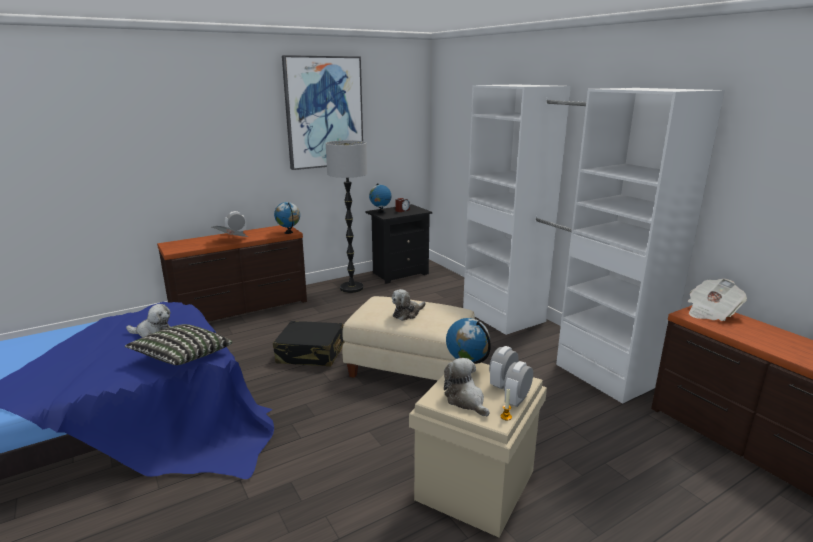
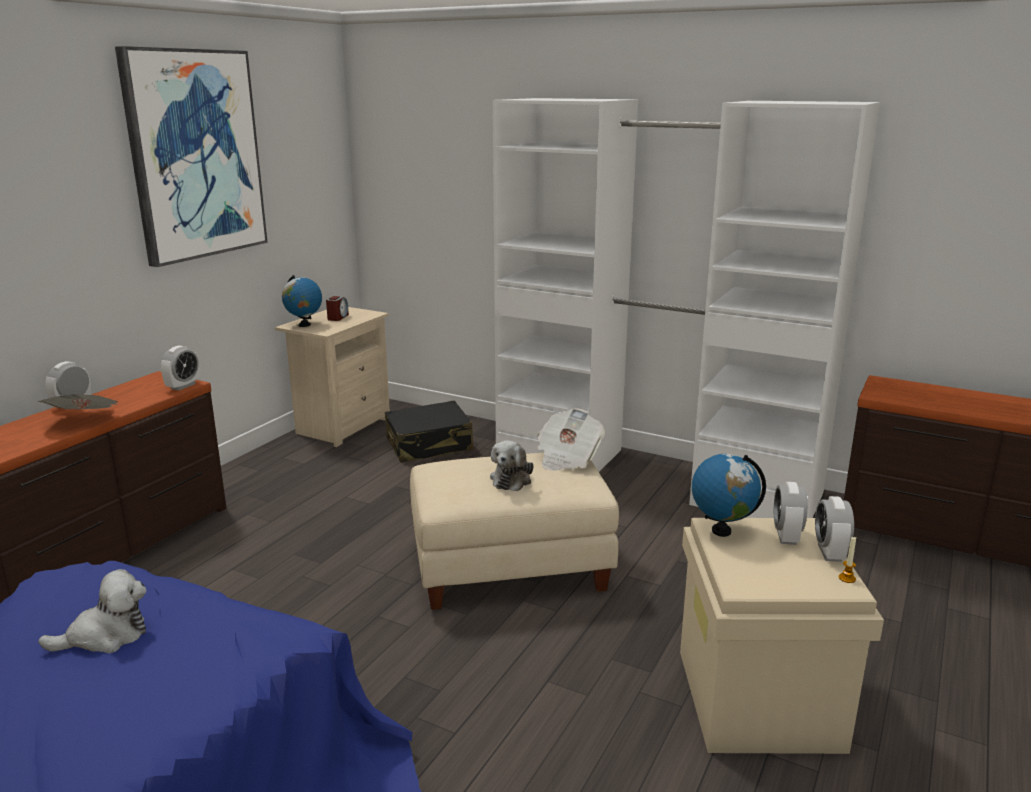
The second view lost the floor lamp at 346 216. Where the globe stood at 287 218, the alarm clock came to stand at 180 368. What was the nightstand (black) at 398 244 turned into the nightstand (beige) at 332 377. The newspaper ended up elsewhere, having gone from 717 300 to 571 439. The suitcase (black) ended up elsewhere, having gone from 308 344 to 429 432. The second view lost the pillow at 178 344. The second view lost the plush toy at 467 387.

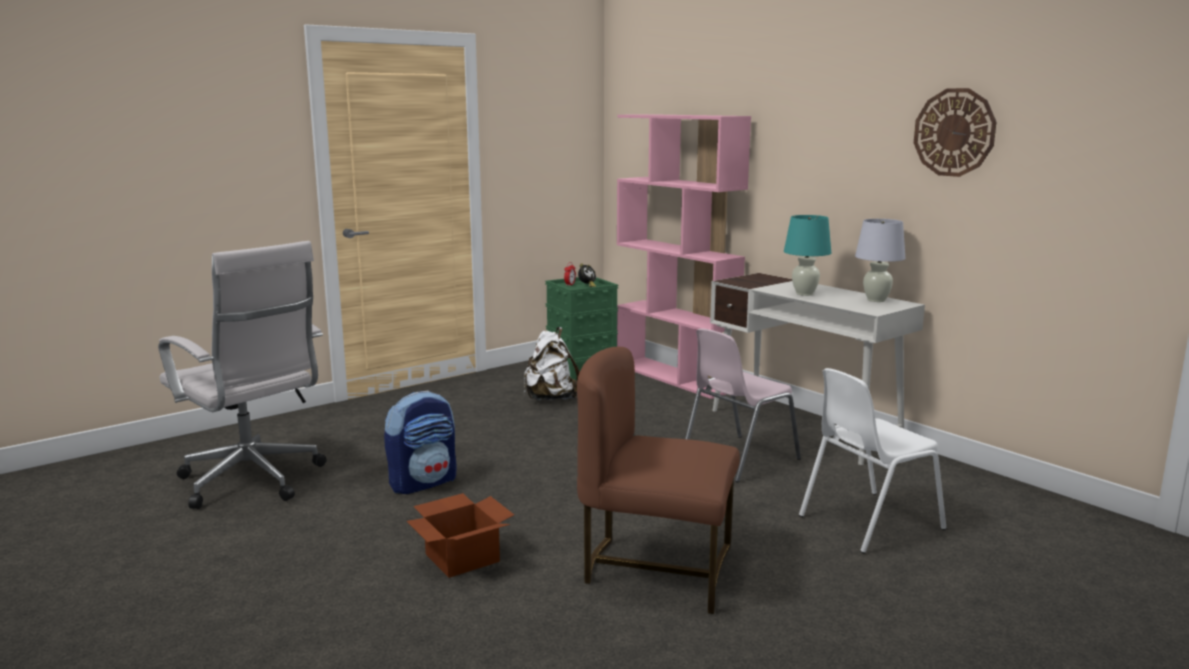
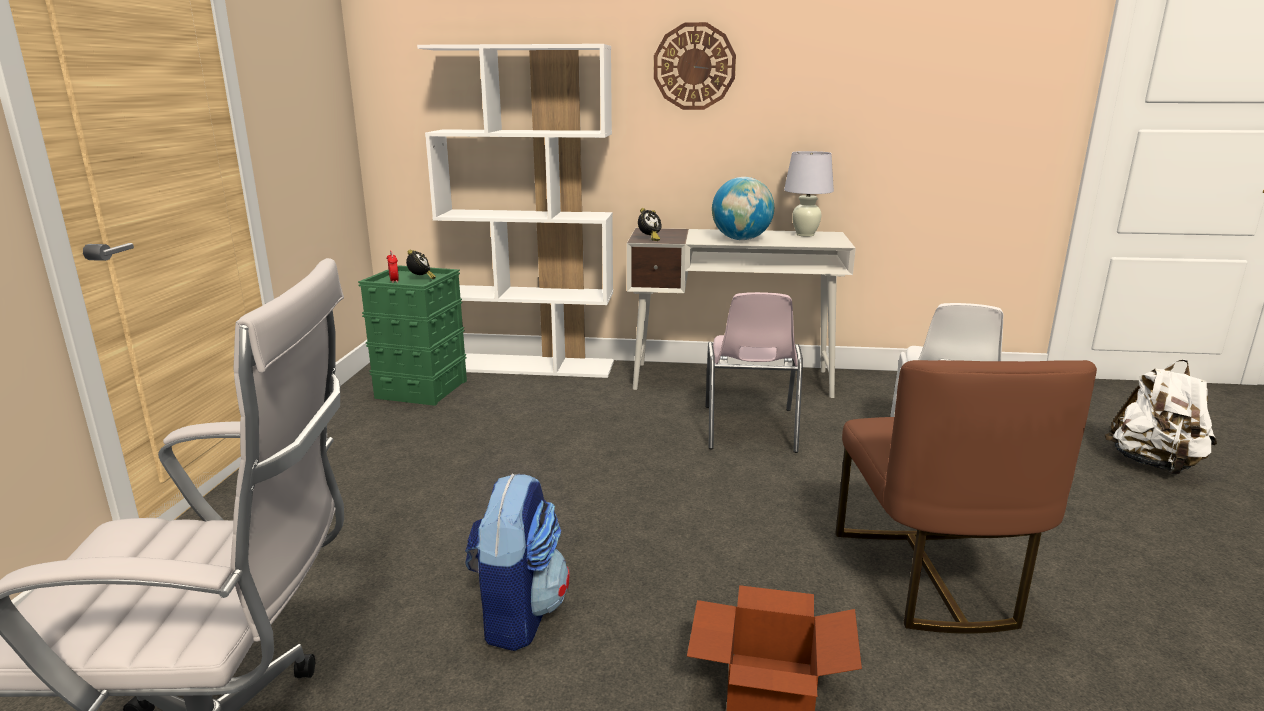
The wall clock ended up elsewhere, having gone from 955 132 to 695 66. What was the bookcase (pink) at 684 256 turned into the bookcase (white) at 515 211. Where the table lamp (turquoise) stood at 807 255, the globe came to stand at 743 208. The backpack (white) ended up elsewhere, having gone from 552 363 to 1161 416. The chair (brown) at 658 480 ended up facing another way, 60 degrees counterclockwise from before. The second view gained the alarm clock at 650 224.

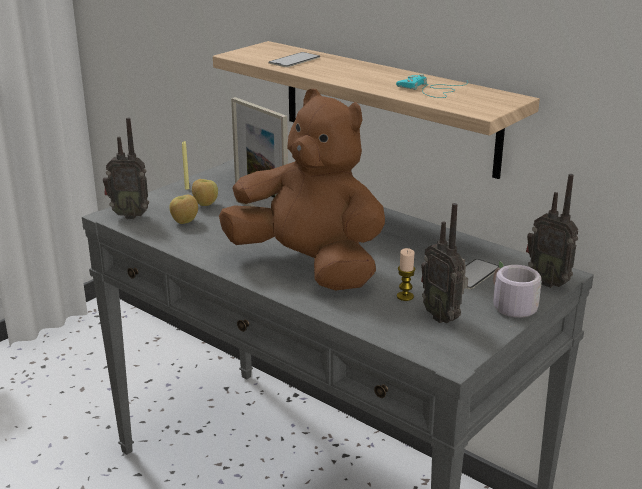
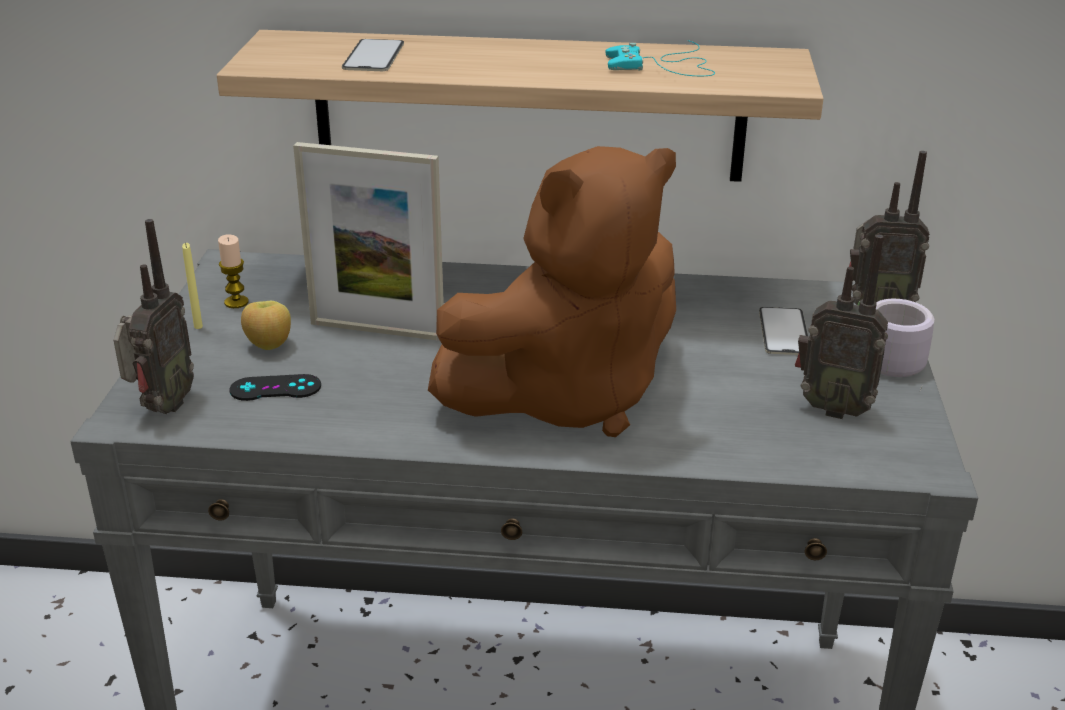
The plush toy (brown) at 302 190 ended up facing another way, 150 degrees clockwise from before. The radio at 126 168 ended up facing another way, 45 degrees counterclockwise from before. Where the apple stood at 184 209, the game controller (black) came to stand at 275 387. The candle ended up elsewhere, having gone from 406 274 to 233 271.

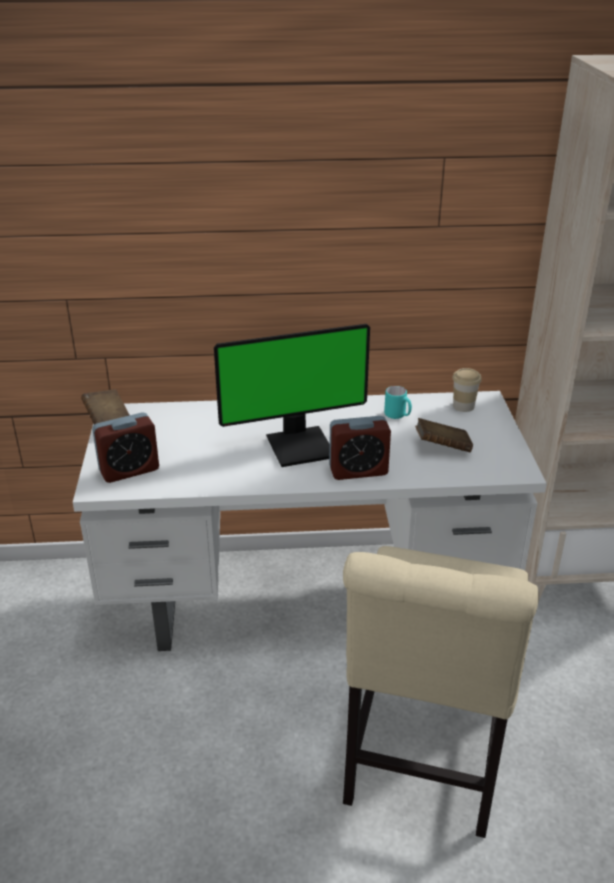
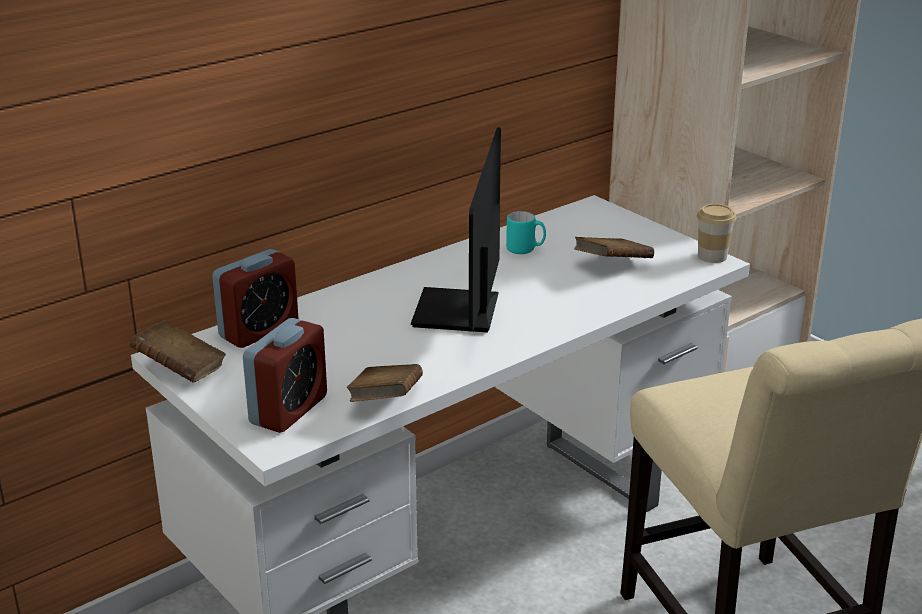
The monitor at 292 395 ended up facing another way, 150 degrees clockwise from before. The cup ended up elsewhere, having gone from 467 390 to 716 233. The alarm clock ended up elsewhere, having gone from 360 448 to 255 298. The second view gained the book (brown) at 385 383.

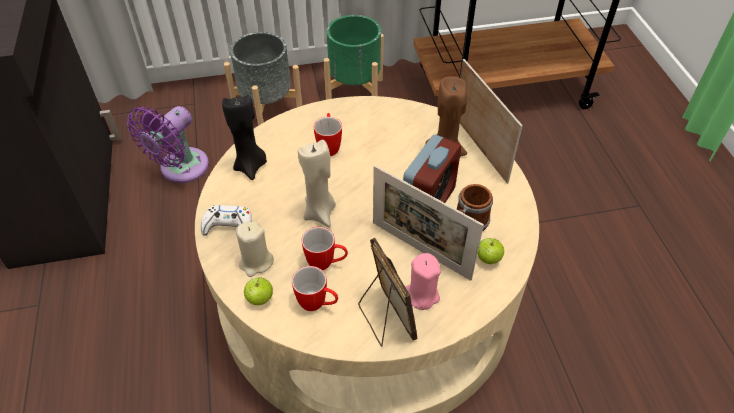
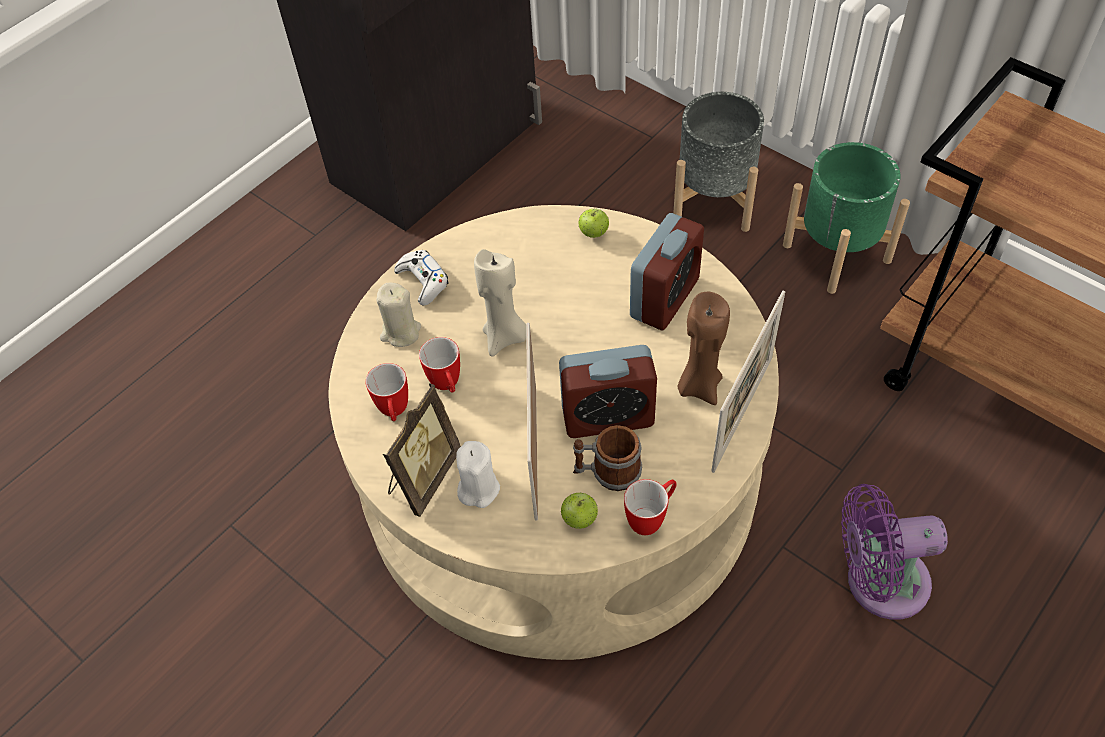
The second view lost the candle (black) at 244 137. The fan (purple) ended up elsewhere, having gone from 168 144 to 894 552. The mug ended up elsewhere, having gone from 328 134 to 650 507. What was the candle (pink) at 423 281 turned into the candle (white) at 478 474. The apple ended up elsewhere, having gone from 258 291 to 593 223. The second view gained the alarm clock at 667 271.

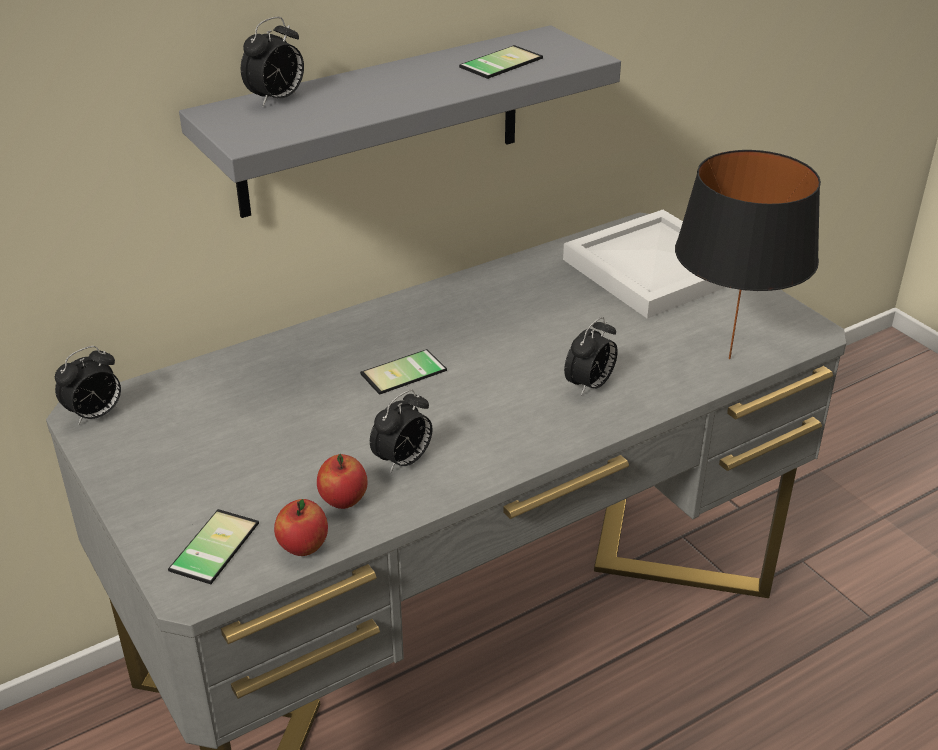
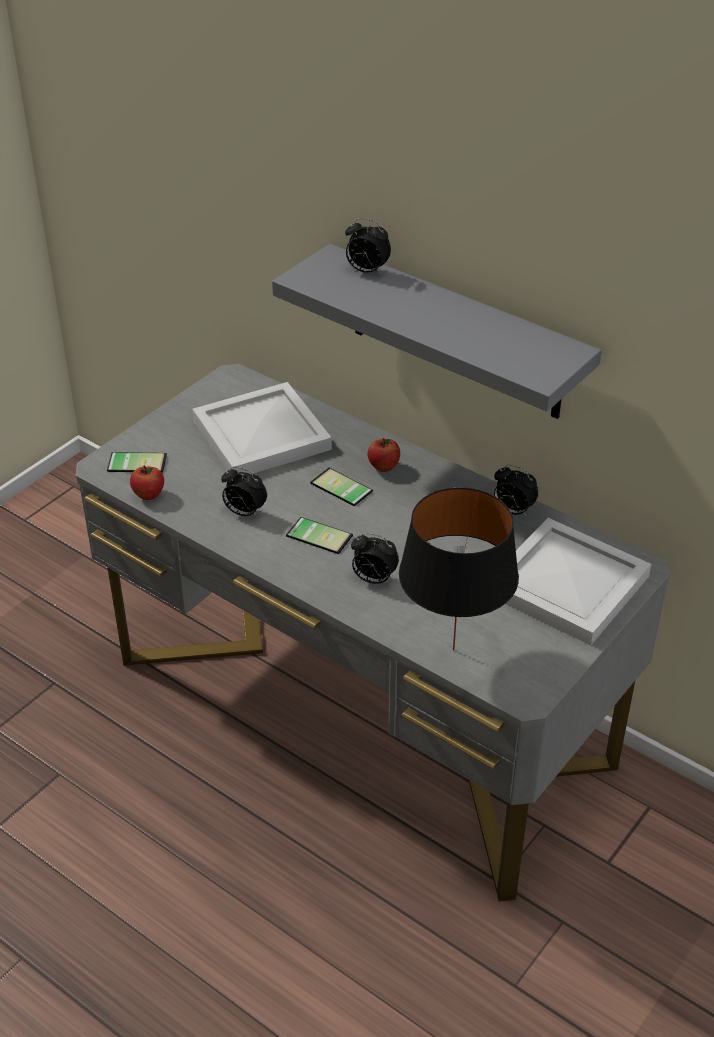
The phone ended up elsewhere, having gone from 501 62 to 319 535. The alarm clock ended up elsewhere, having gone from 88 385 to 516 491. The apple ended up elsewhere, having gone from 342 481 to 384 455. The second view gained the tray (white) at 262 428.

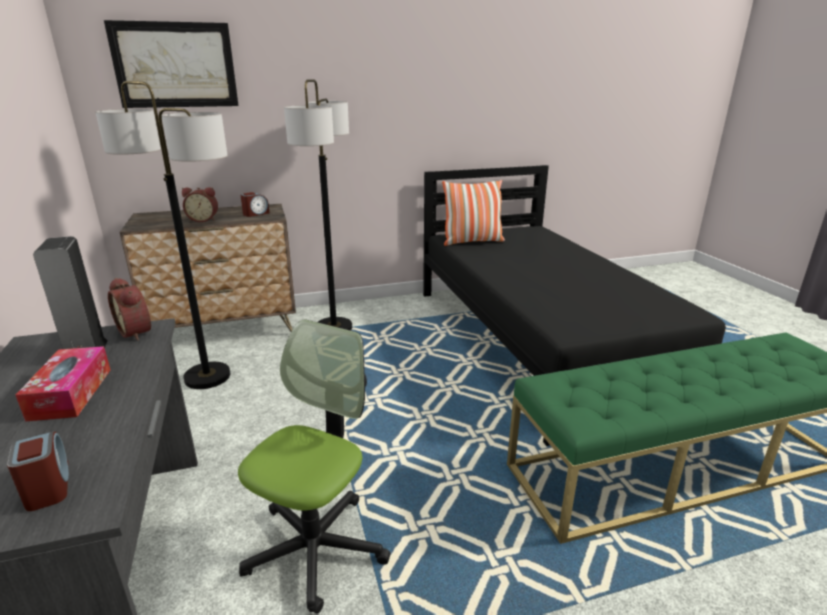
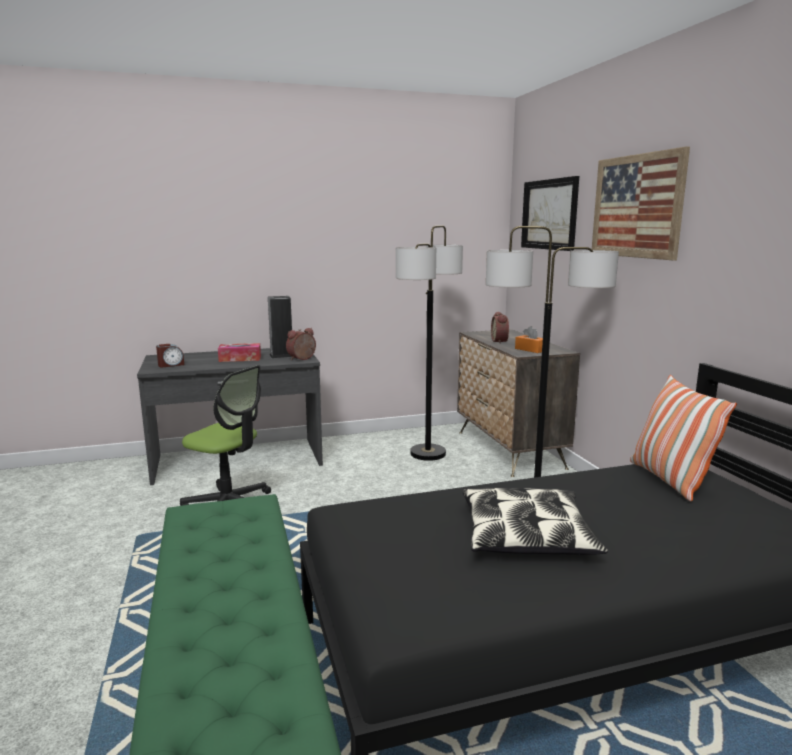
Where the alarm clock stood at 255 204, the tissue box (orange) came to stand at 529 339. The second view gained the picture at 641 203. The second view gained the pillow at 535 521.

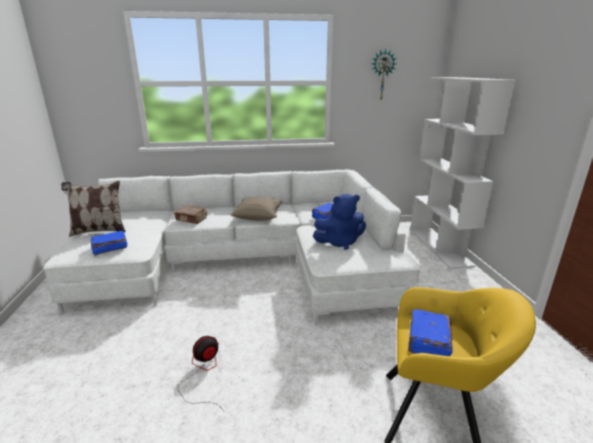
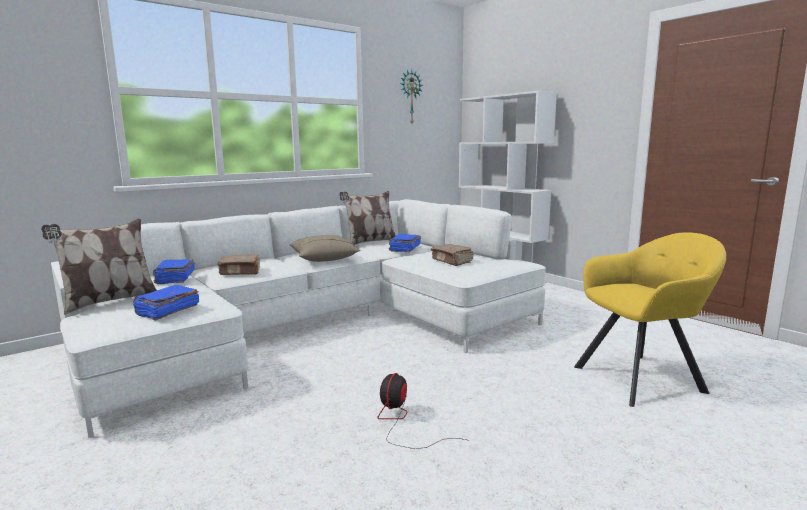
Where the plush toy (blue) stood at 339 222, the book (brown) came to stand at 452 255. The book (blue) ended up elsewhere, having gone from 430 333 to 174 271. The second view gained the pillow at 367 218.

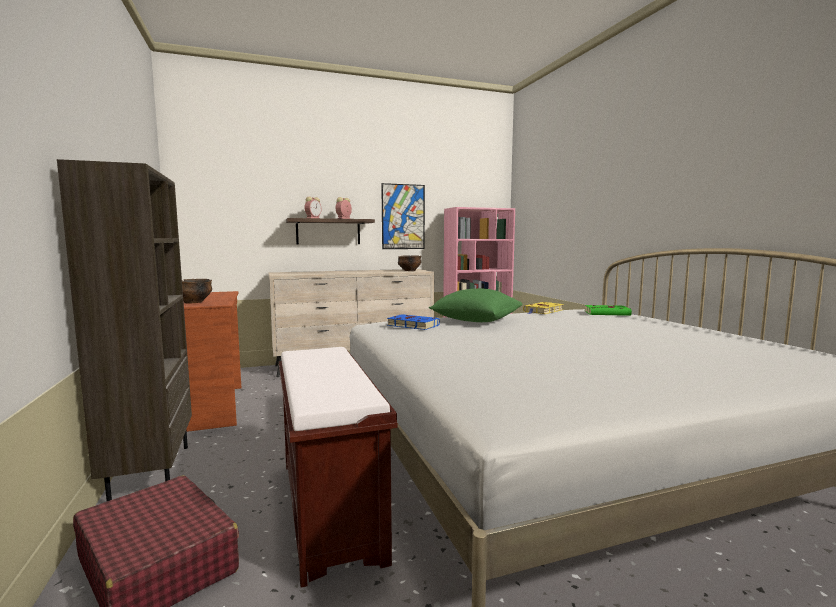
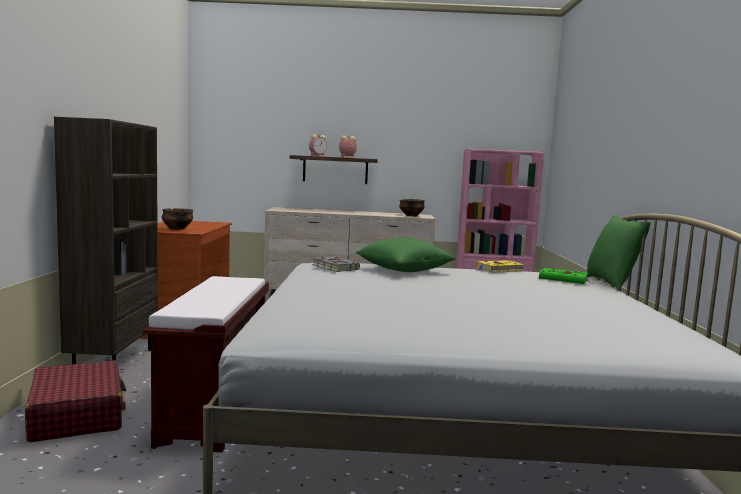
The second view lost the picture at 403 216. What was the book (blue) at 413 322 turned into the book (grey) at 336 264. The second view gained the pillow (green) at 619 252.

